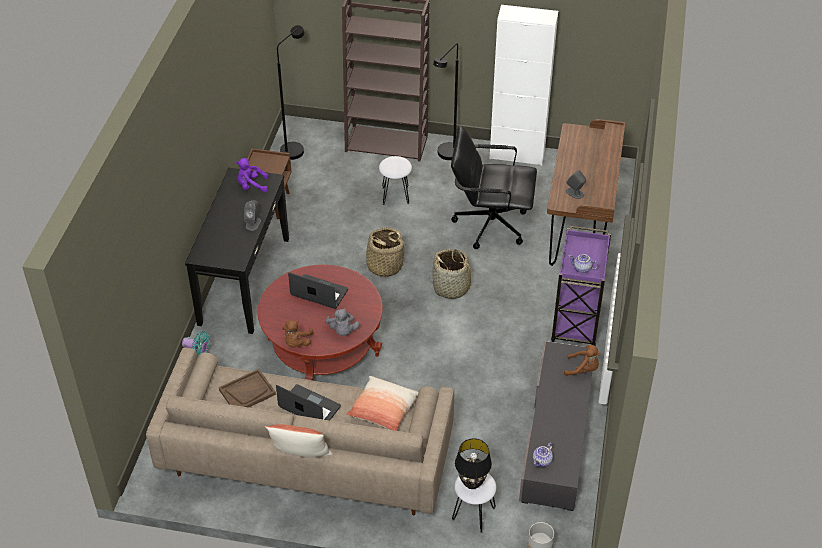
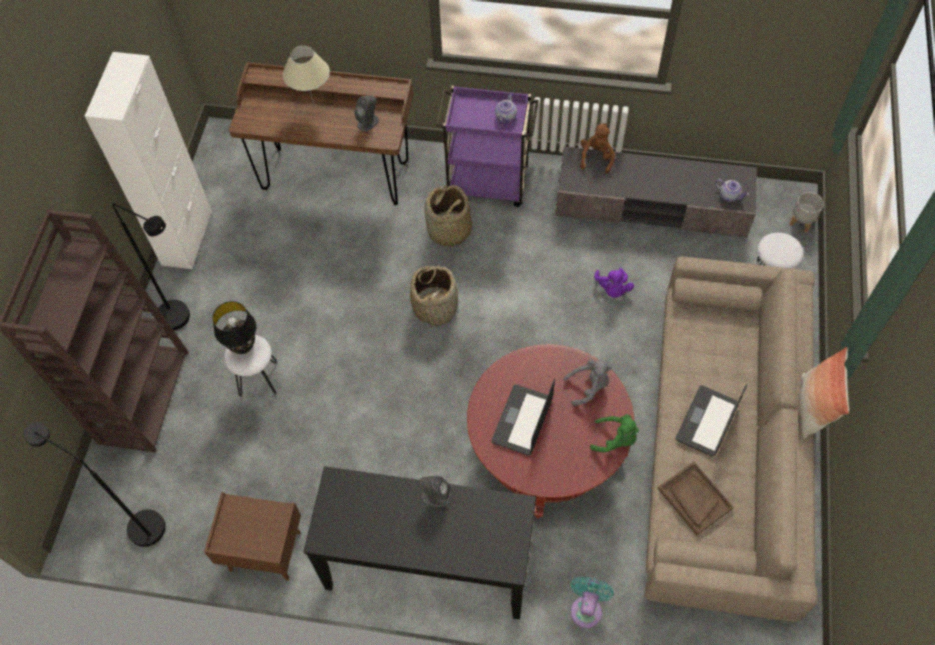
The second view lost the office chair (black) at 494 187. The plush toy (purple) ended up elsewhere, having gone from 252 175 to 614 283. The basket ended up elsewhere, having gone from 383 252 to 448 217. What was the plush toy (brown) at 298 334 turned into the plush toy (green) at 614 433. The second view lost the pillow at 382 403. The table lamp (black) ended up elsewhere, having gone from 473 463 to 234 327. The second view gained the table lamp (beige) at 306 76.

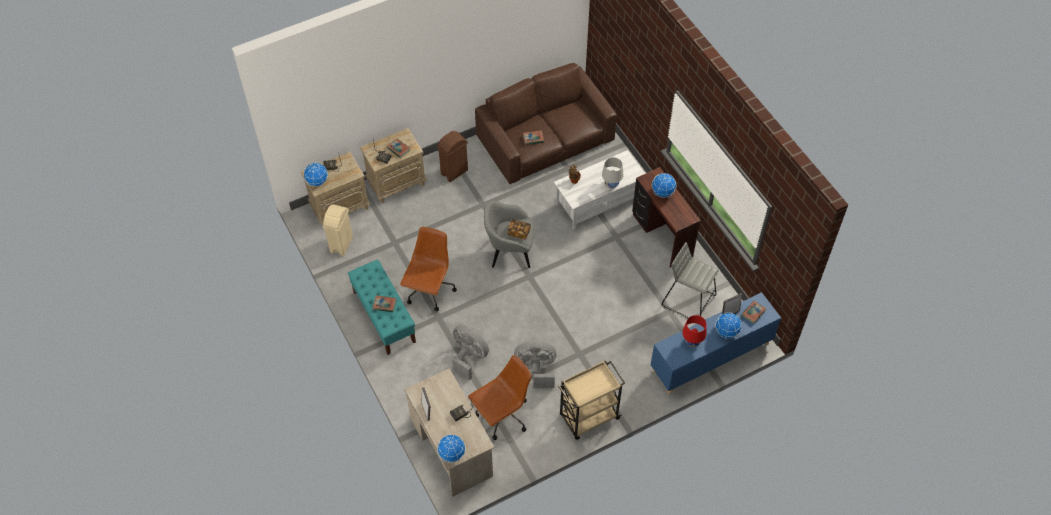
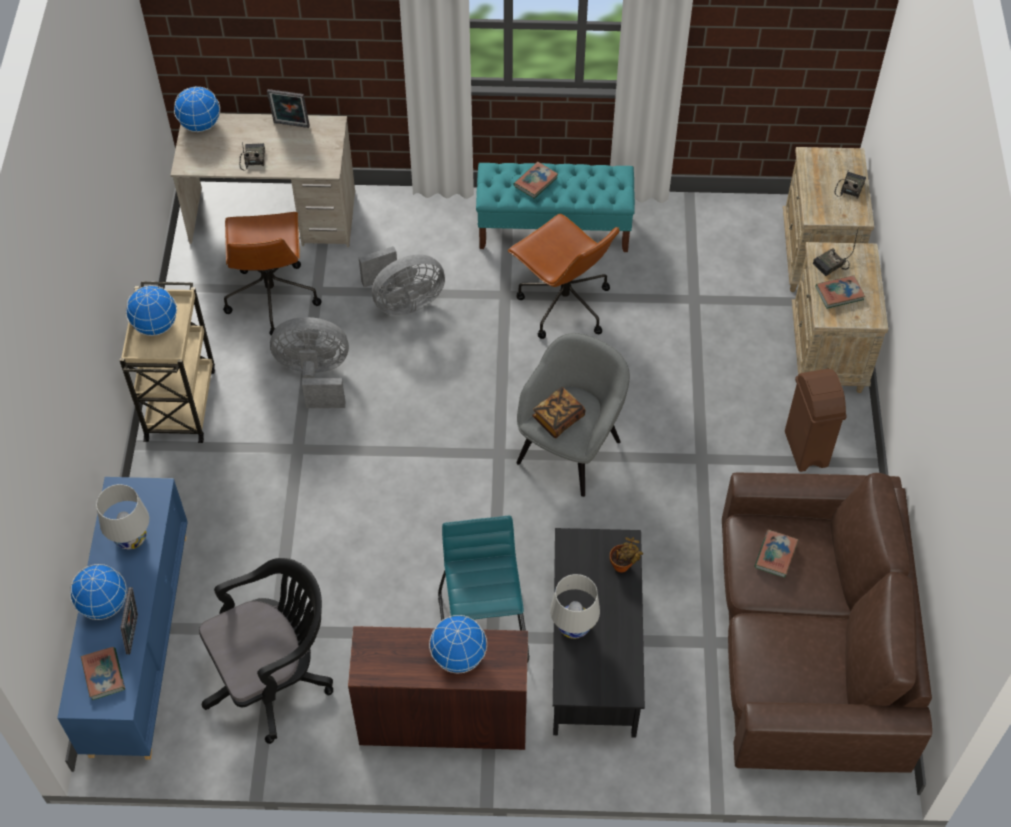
What was the coffee table (white) at 599 190 turned into the coffee table (black) at 599 633. The globe ended up elsewhere, having gone from 316 174 to 151 310. The second view lost the trash can (beige) at 338 230. Where the stool (grey) stood at 690 280, the office chair (black) came to stand at 266 651. What was the table lamp (red) at 694 331 turned into the table lamp (white) at 122 517. The fan (grey) at 535 364 ended up facing another way, 120 degrees counterclockwise from before. The second view gained the stool (turquoise) at 483 589.

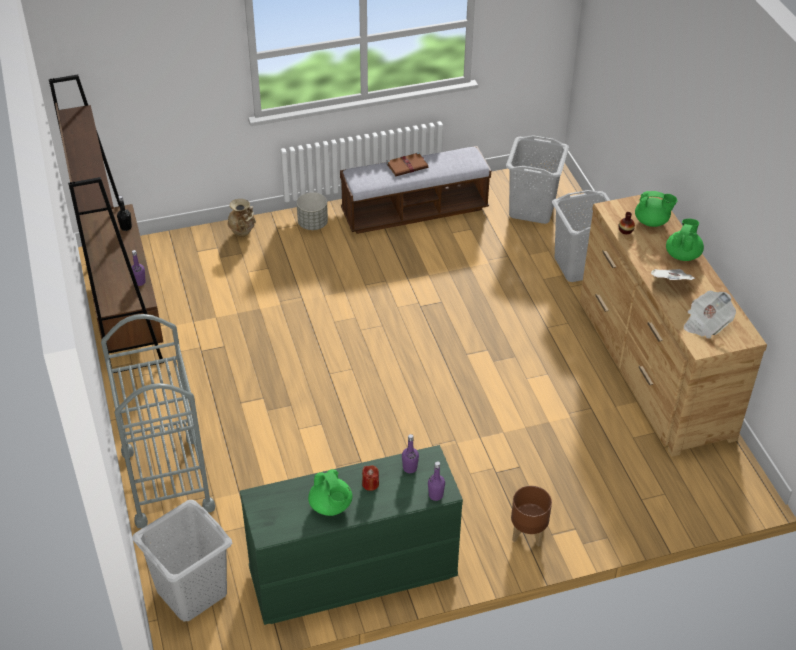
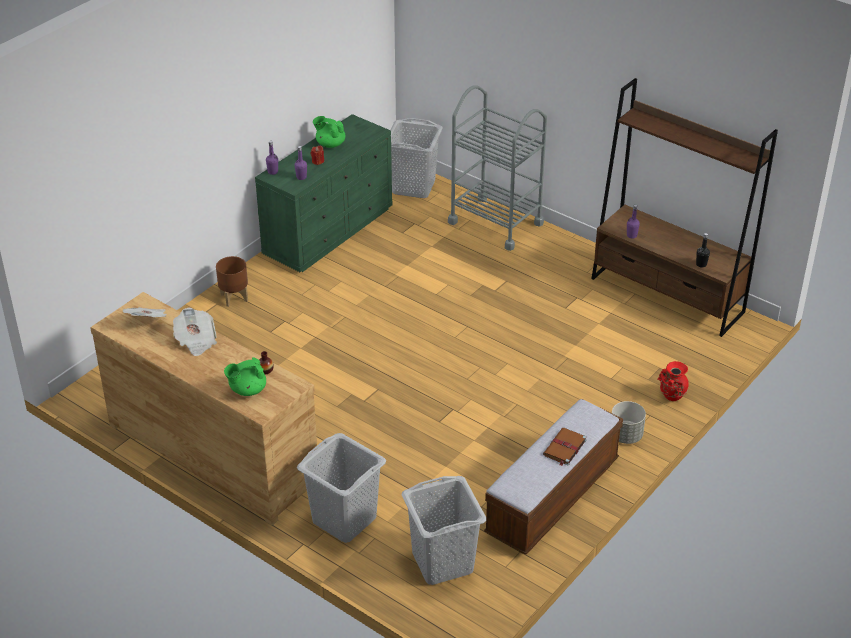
What was the vase (beige) at 242 218 turned into the vase (red) at 673 381. The second view lost the teapot (green) at 685 240.

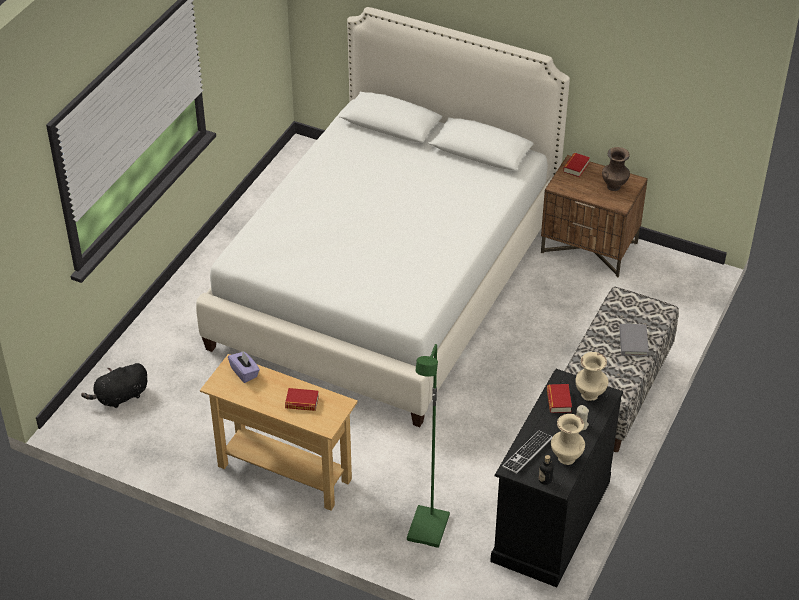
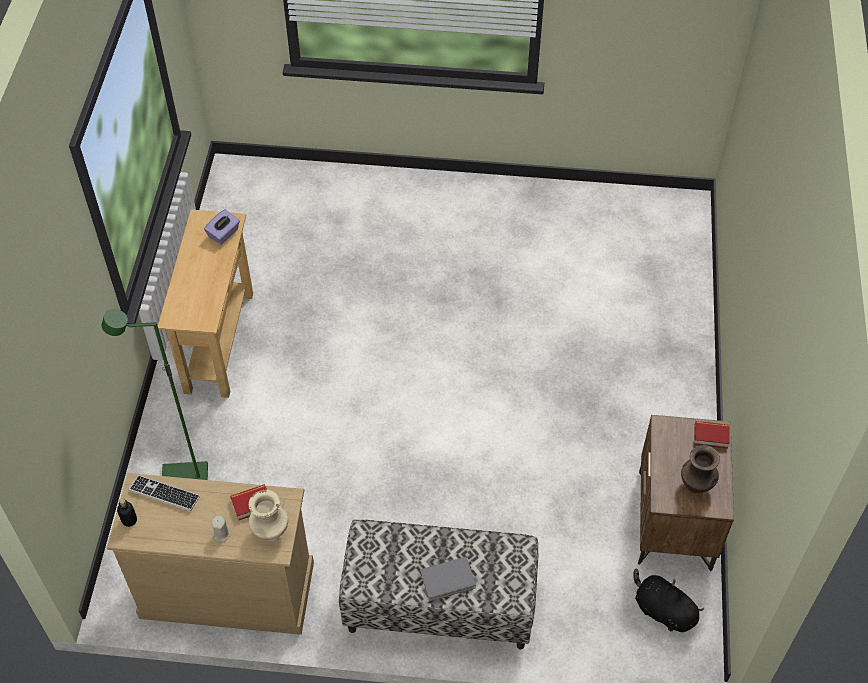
The second view lost the bed (white) at 383 217. The plush toy (black) ended up elsewhere, having gone from 114 385 to 668 600. What was the dresser (black) at 556 478 turned into the dresser (beige) at 210 554. The second view lost the book at 302 399. The second view lost the vase (beige) at 568 439.

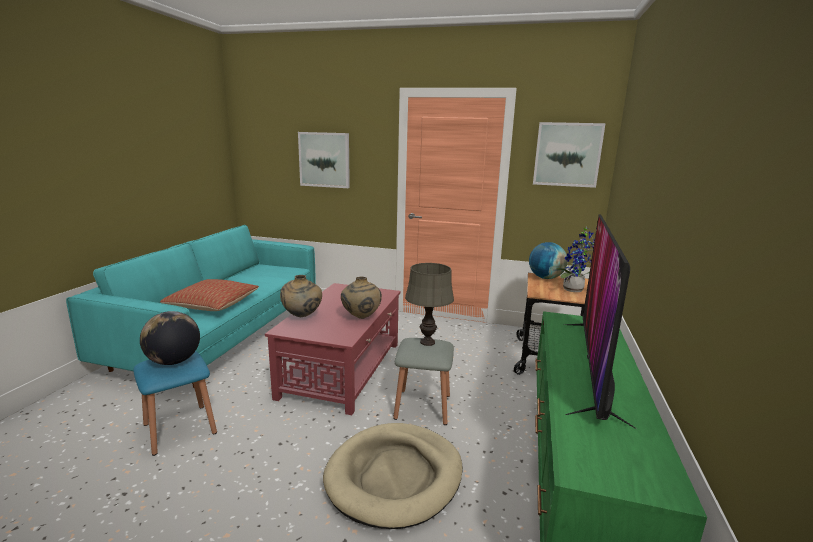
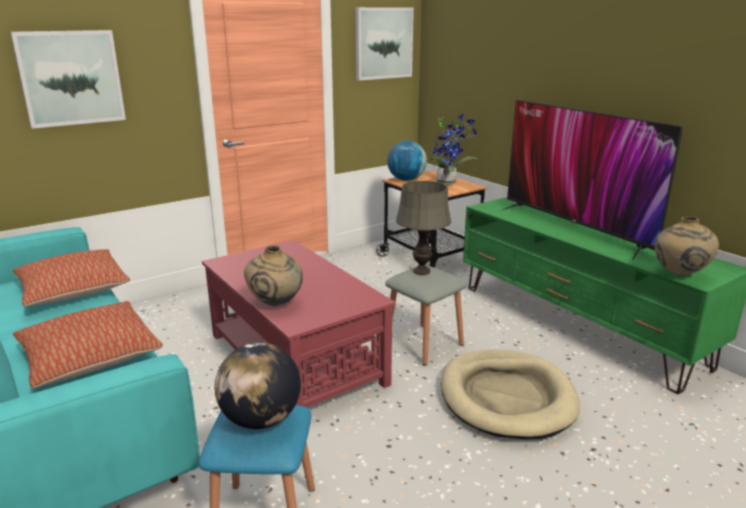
The vase (beige) ended up elsewhere, having gone from 361 298 to 686 246. The second view gained the pillow at 71 278.

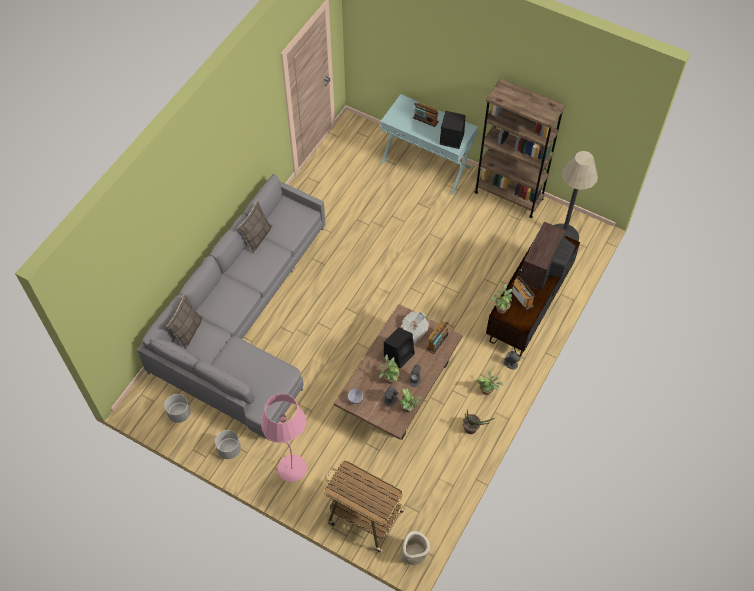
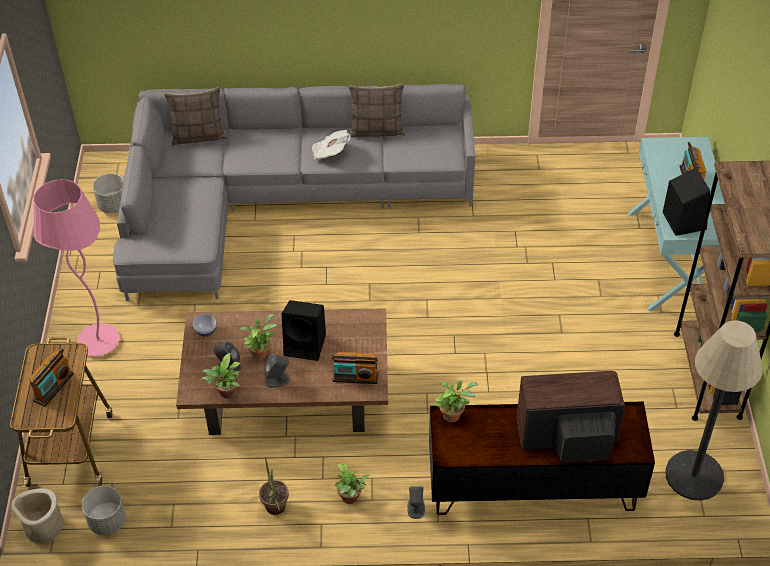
The radio ended up elsewhere, having gone from 523 293 to 51 378. The newspaper ended up elsewhere, having gone from 415 327 to 331 145. The planter (grey) ended up elsewhere, having gone from 228 444 to 104 510.

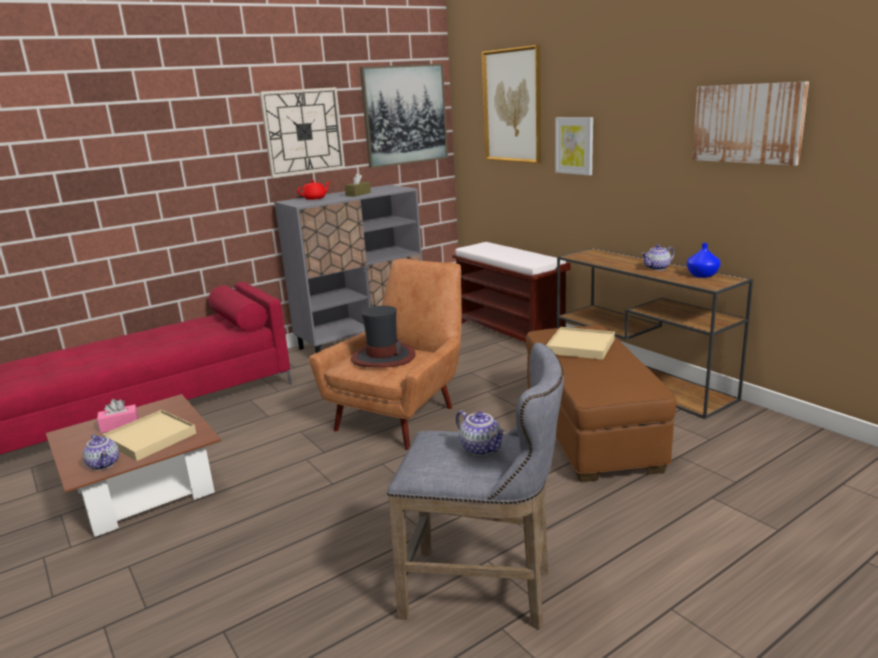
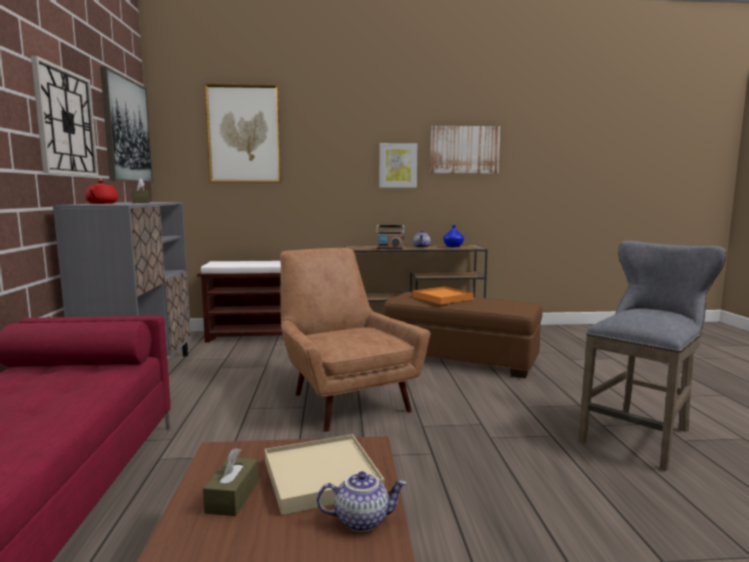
The picture ended up elsewhere, having gone from 574 146 to 398 165. The second view lost the hat at 383 336. What was the tray (beige) at 580 343 turned into the tray (orange) at 443 295. What was the tissue box (pink) at 118 416 turned into the tissue box (brown) at 230 482. The second view lost the teapot at 481 433. The second view gained the radio at 390 237.

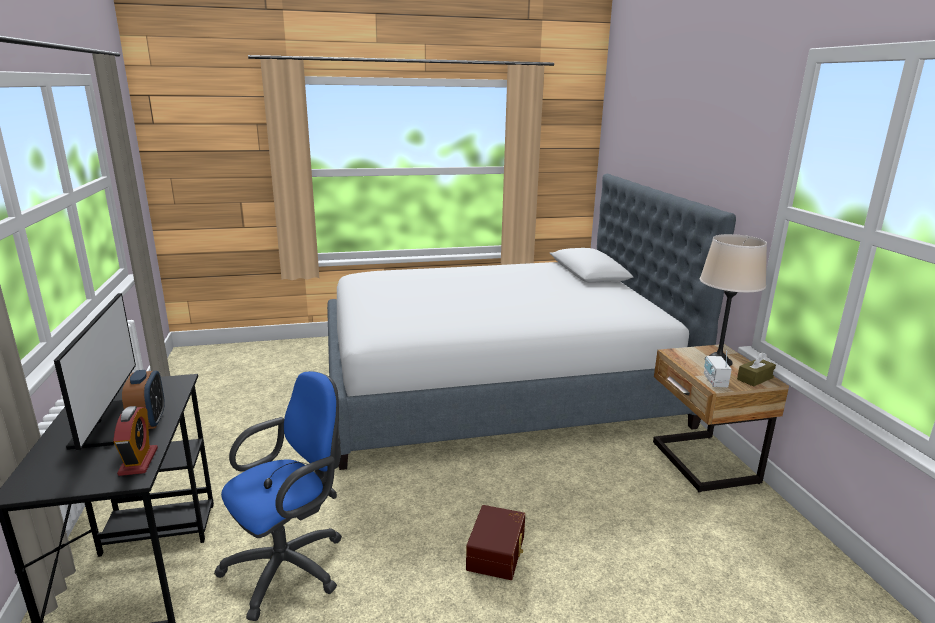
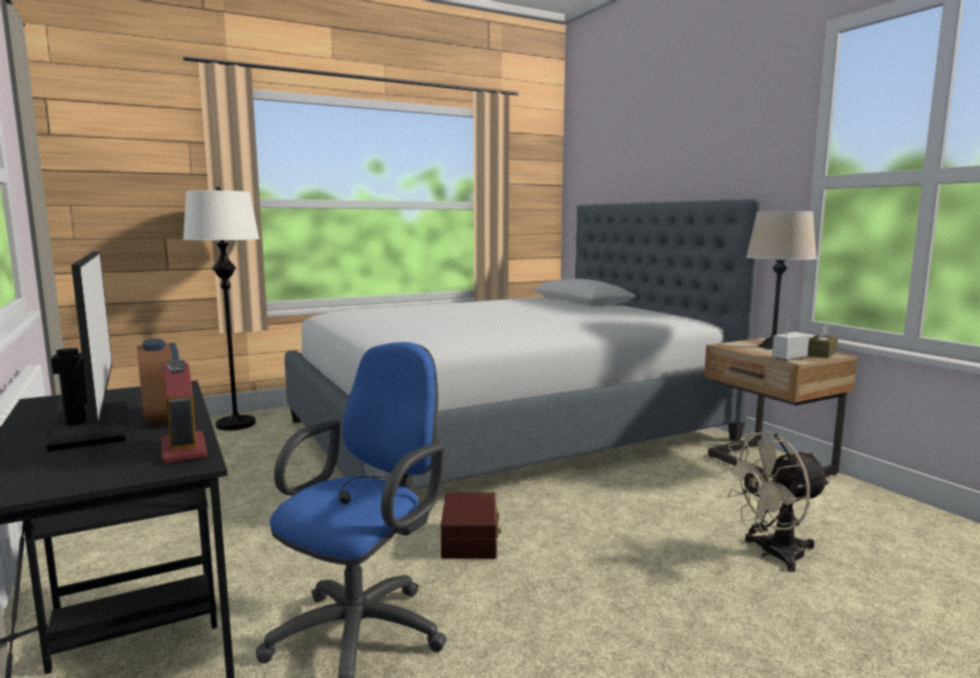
The radio at 718 369 ended up facing another way, 75 degrees clockwise from before. The storage box (brown) ended up elsewhere, having gone from 495 542 to 471 525. The second view gained the floor lamp (white) at 221 309. The second view gained the fan (beige) at 776 501.

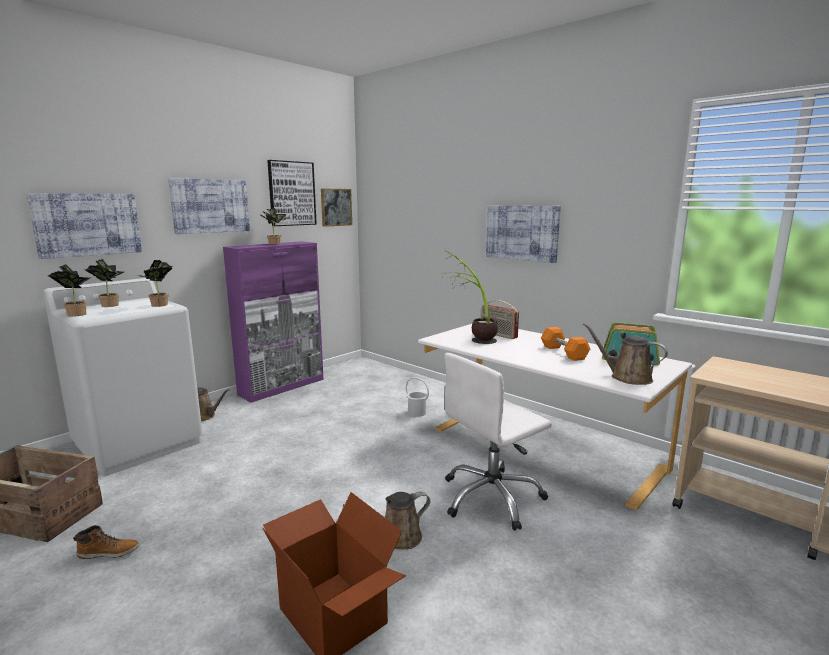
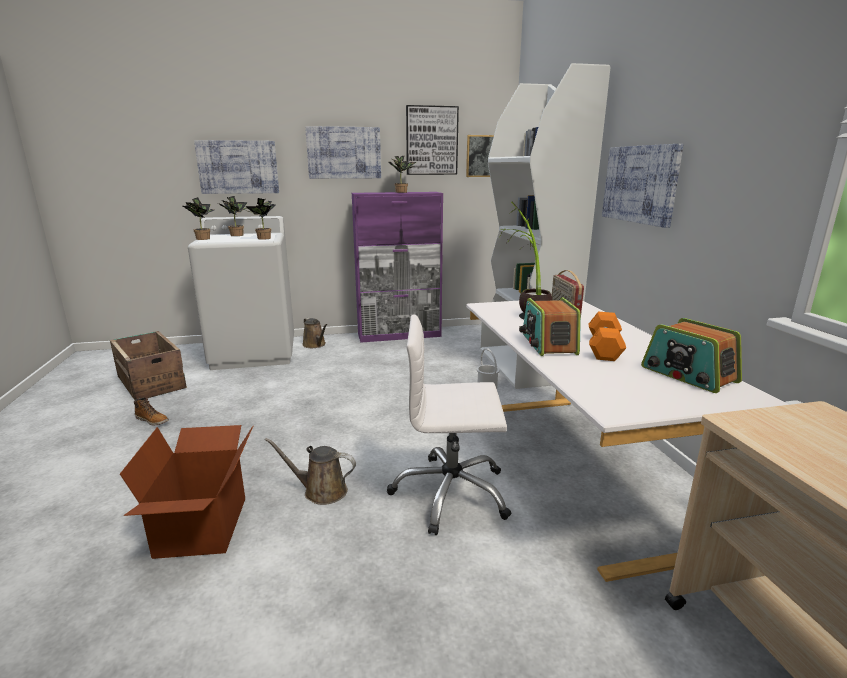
The second view lost the watering can (brown) at 625 354. The second view gained the bookcase (white) at 545 226. The second view gained the radio at 550 326.

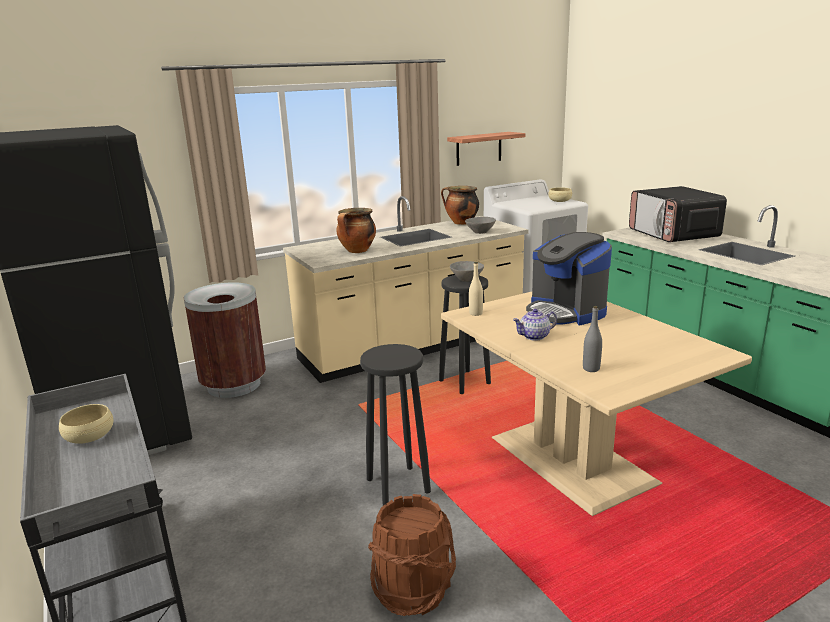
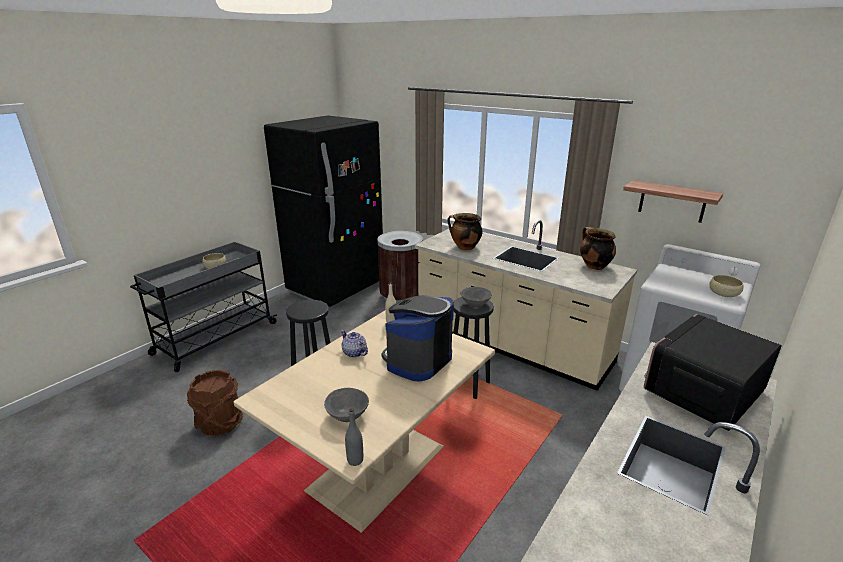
The bowl (grey) ended up elsewhere, having gone from 480 225 to 346 405. The bottle (grey) ended up elsewhere, having gone from 592 339 to 354 437.

